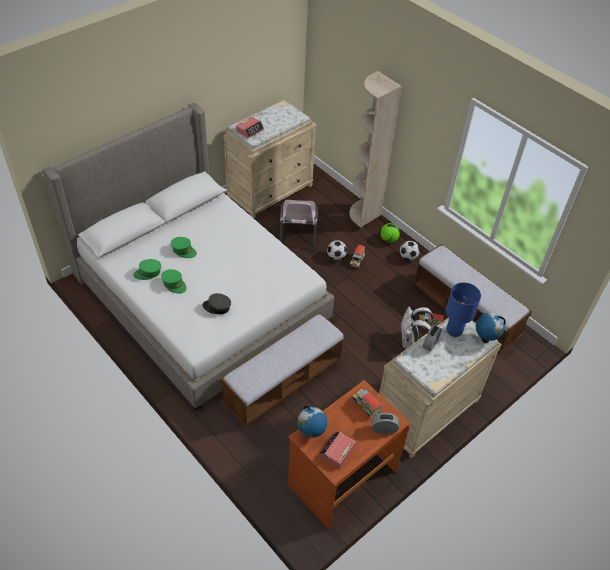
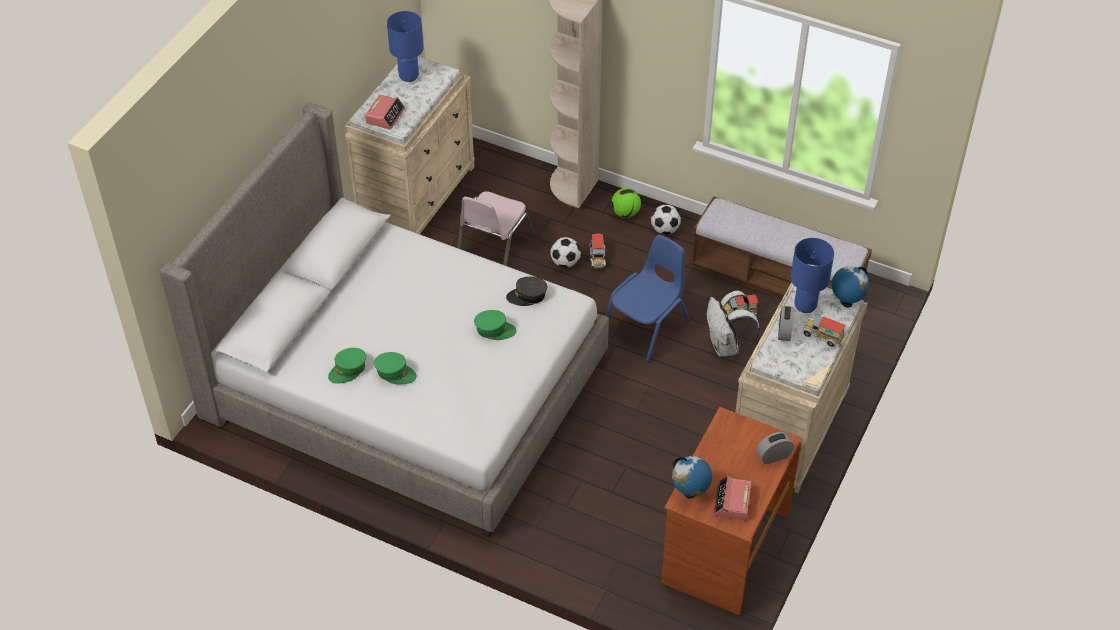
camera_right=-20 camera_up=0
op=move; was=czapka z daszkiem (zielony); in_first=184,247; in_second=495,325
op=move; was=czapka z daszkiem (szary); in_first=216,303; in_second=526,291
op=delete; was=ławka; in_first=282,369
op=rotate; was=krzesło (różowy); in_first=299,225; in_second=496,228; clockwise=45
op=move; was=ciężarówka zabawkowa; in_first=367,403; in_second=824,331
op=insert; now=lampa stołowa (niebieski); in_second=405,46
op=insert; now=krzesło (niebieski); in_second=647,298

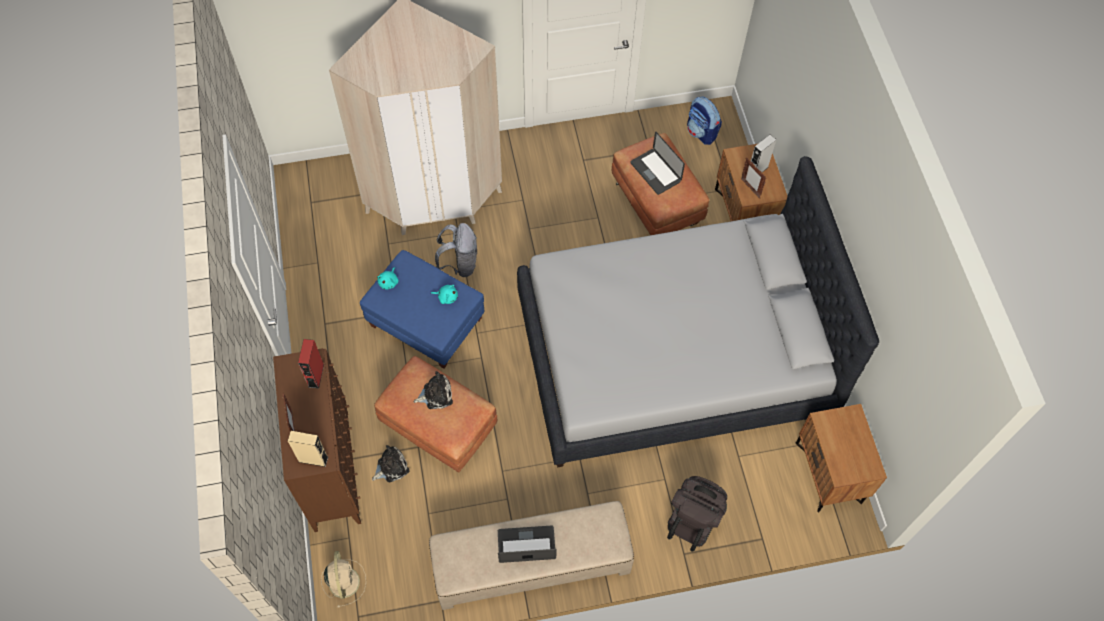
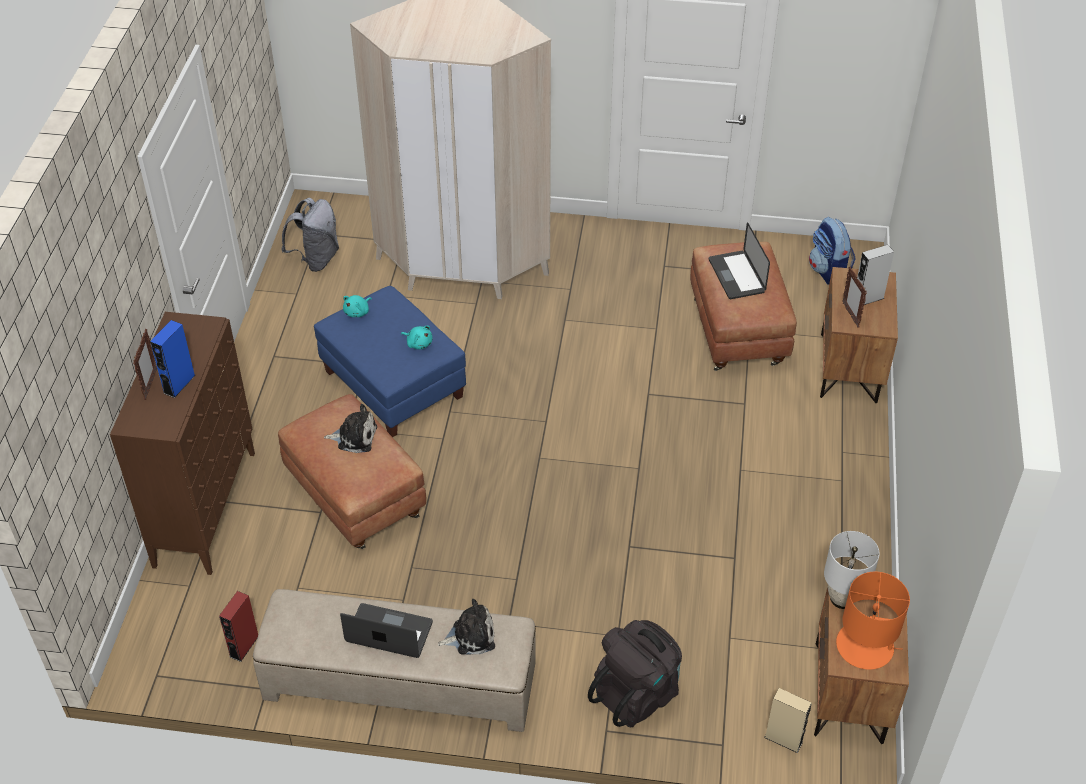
camera_right=20 camera_up=-15
op=move; was=głośnik (beżowy); in_first=308,449; in_second=788,720
op=move; was=głośnik (czerwony); in_first=311,364; in_second=238,626
op=delete; was=wentylator (beżowy); in_first=343,579
op=move; was=pluszak; in_first=391,463; in_second=466,627
op=move; was=plecak (szary); in_first=456,250; in_second=310,235
op=delete; was=łóżko (szary); in_first=698,312
op=insert; now=głośnik (niebieski); in_second=172,359
op=insert; now=lampa stołowa (biały); in_second=852,570
op=insert; now=lampa stołowa (pomarańczowy); in_second=873,621

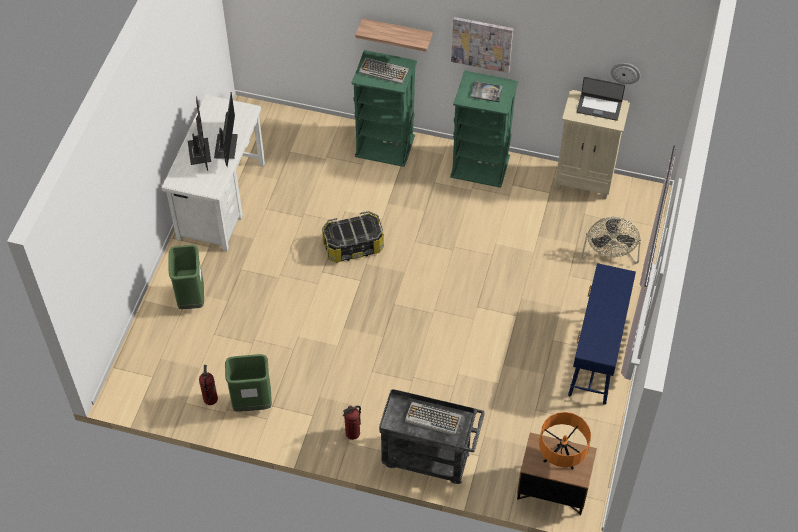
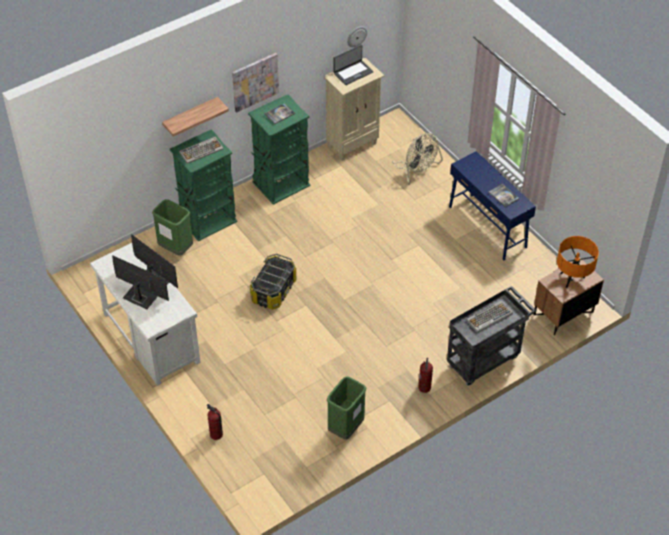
camera_right=-50 camera_up=-5
op=move; was=kosz na śmieci (zielony); in_first=186,277; in_second=172,227
op=move; was=gaśnica; in_first=208,385; in_second=215,422
op=insert; now=książka; in_second=503,195

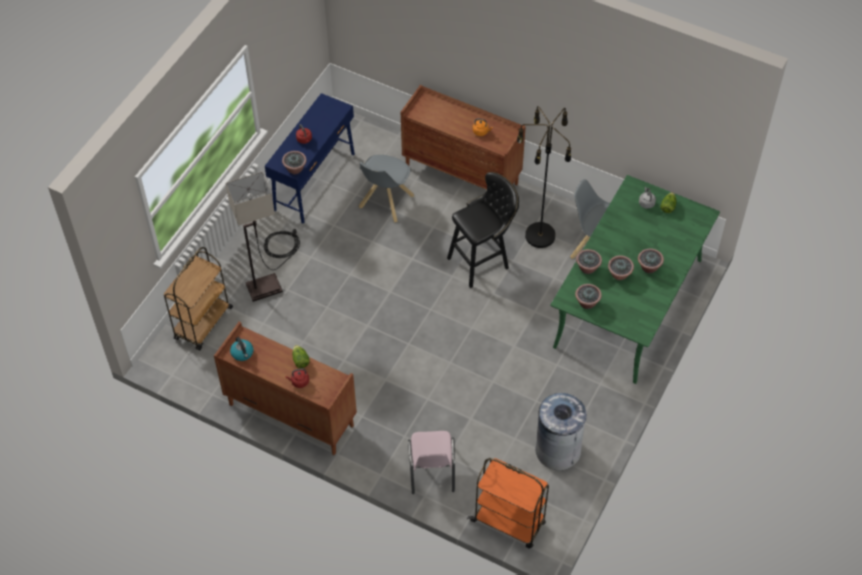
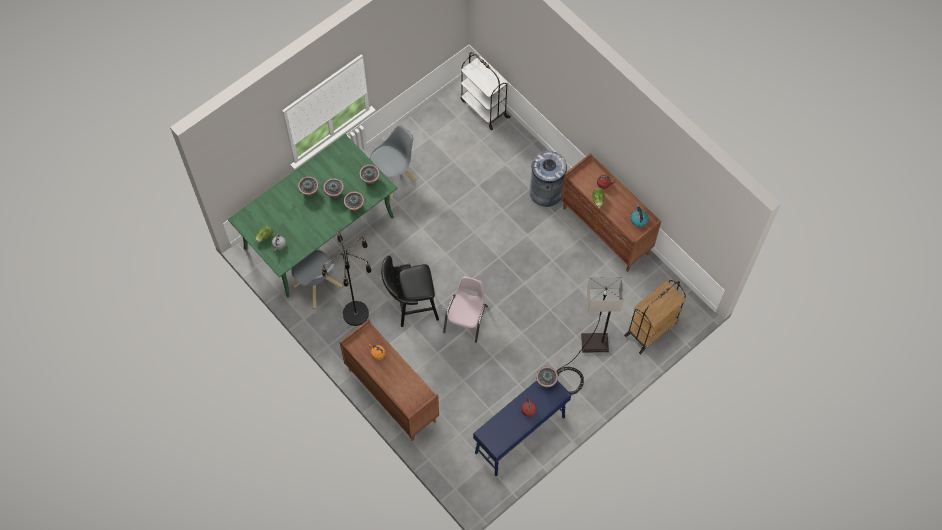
camera_right=-160 camera_up=10
op=move; was=krzesło (szary); in_first=386,189; in_second=393,162
op=move; was=krzesło (różowy); in_first=431,462; in_second=465,309
op=recolor; was=wózek (pomarańczowy); now=wózek (biały); in_first=508,503; in_second=486,91
op=move; was=kosz na śmieci (szary); in_first=561,431; in_second=548,179

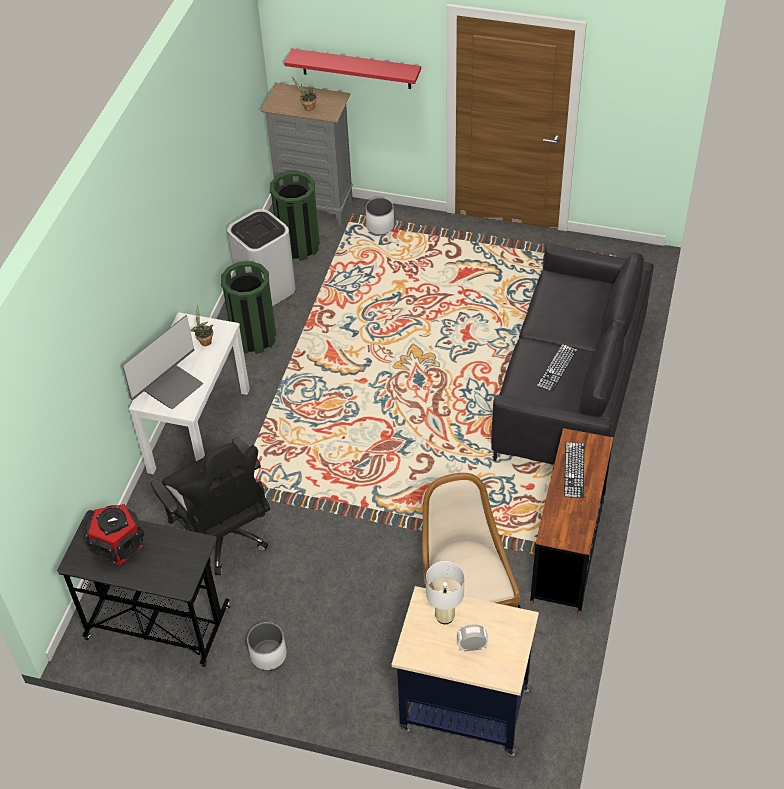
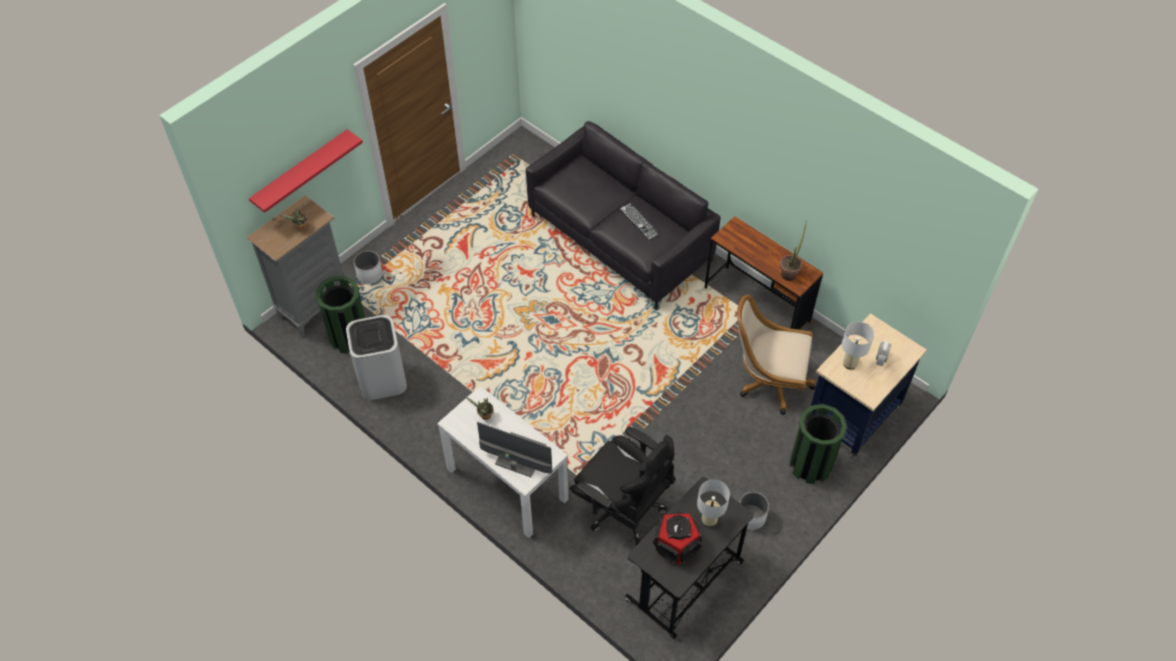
camera_right=-65 camera_up=5
op=rotate; was=monitor; in_first=163,362; in_second=514,449; clockwise=-45
op=rotate; was=krzesło biurowe (czarny); in_first=210,506; in_second=623,486; clockwise=45
op=move; was=kosz na śmieci (zielony); in_first=248,307; in_second=818,444
op=delete; was=klawiatura; in_first=574,470
op=insert; now=lampa stołowa (biały); in_second=713,503
op=insert; now=roślina doniczkowa; in_second=793,250

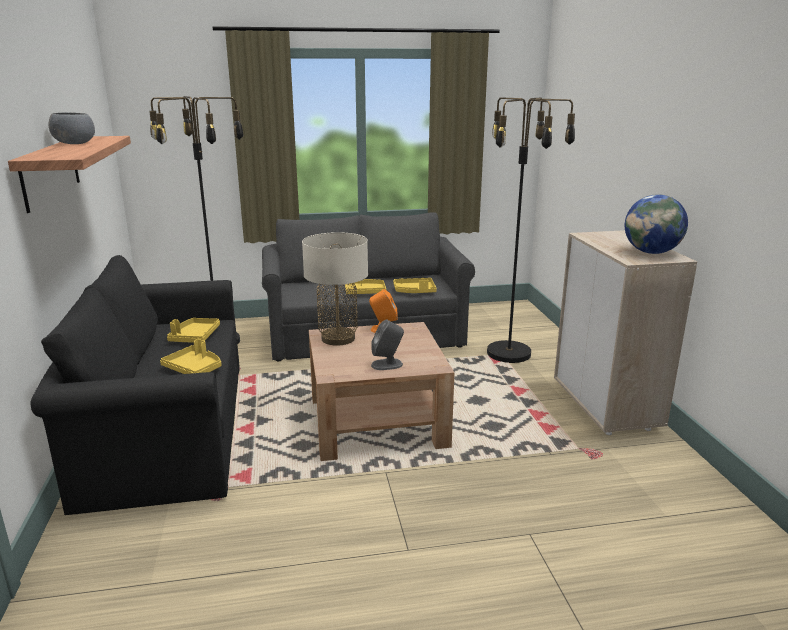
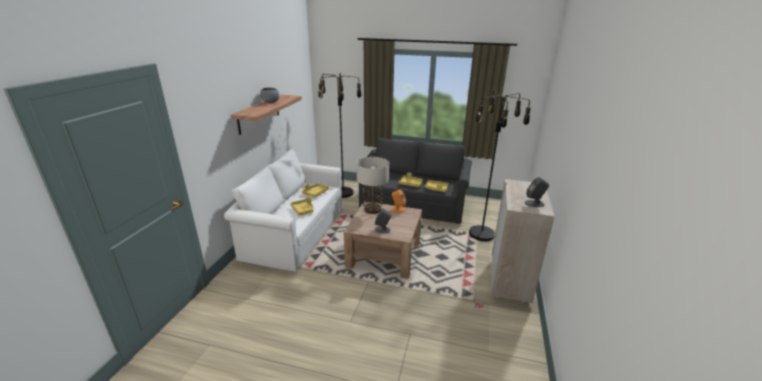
camera_right=25 camera_up=5
op=recolor; was=kanapa (czarny); now=kanapa (biały); in_first=135,385; in_second=283,211
op=replace; was=globus; now=głośnik (szary); in_first=656,224; in_second=536,192

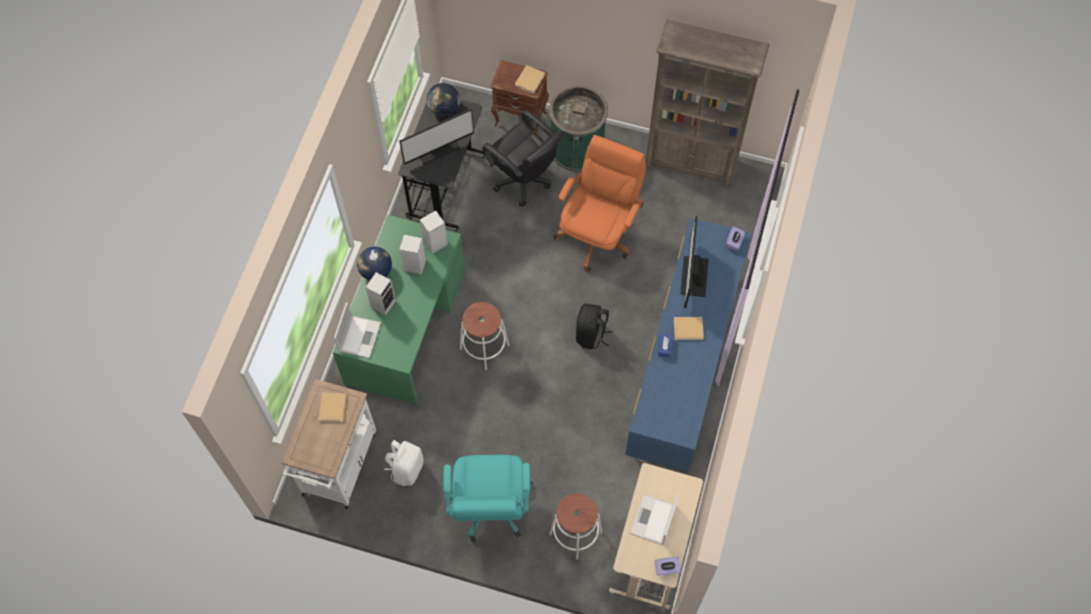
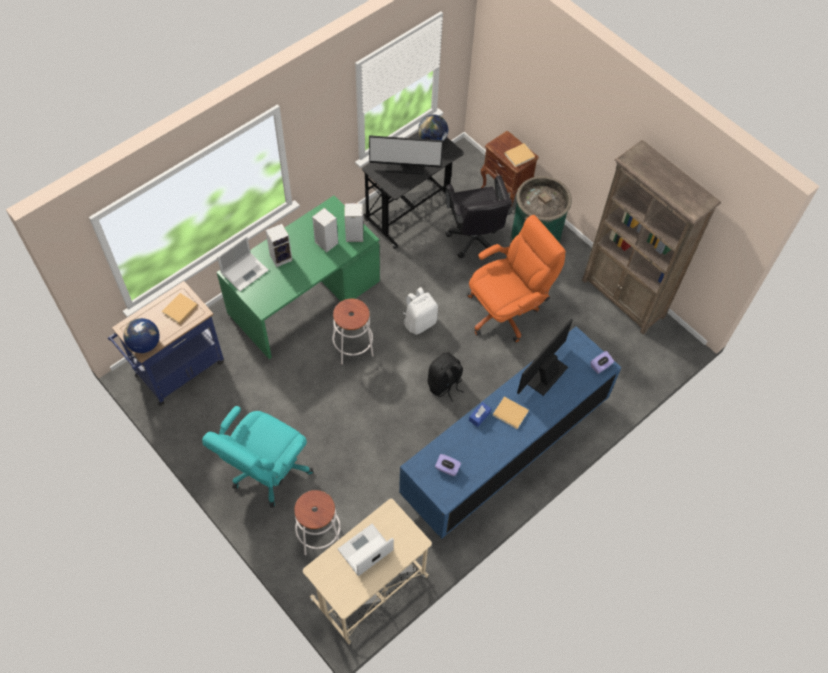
camera_right=30 camera_up=-5
op=recolor; was=wózek (biały); now=wózek (niebieski); in_first=329,444; in_second=166,343
op=move; was=globus; in_first=374,263; in_second=141,335
op=move; was=plecak (biały); in_first=404,463; in_second=420,311
op=move; was=pudełko chusteczek (fioletowy); in_first=668,566; in_second=448,465

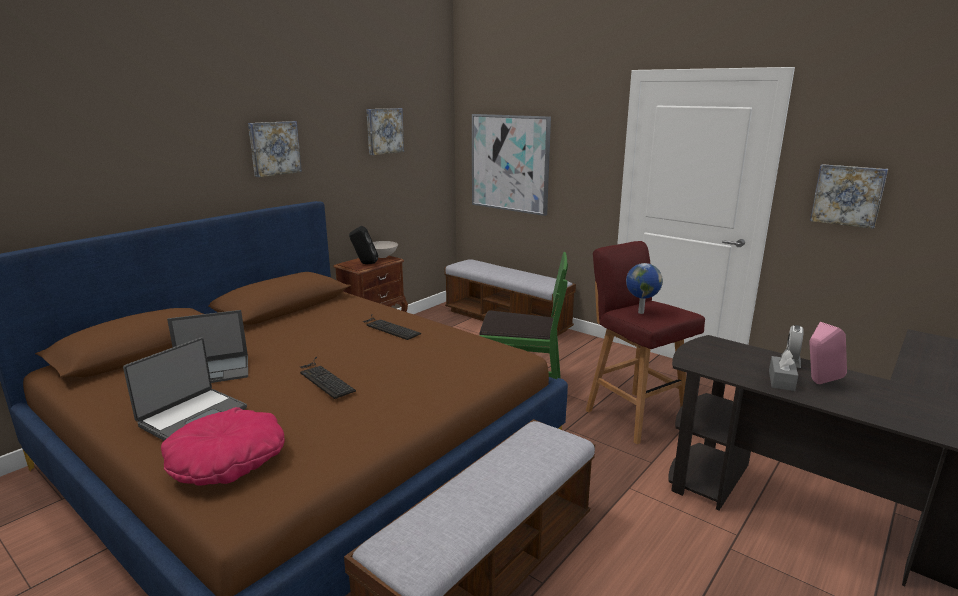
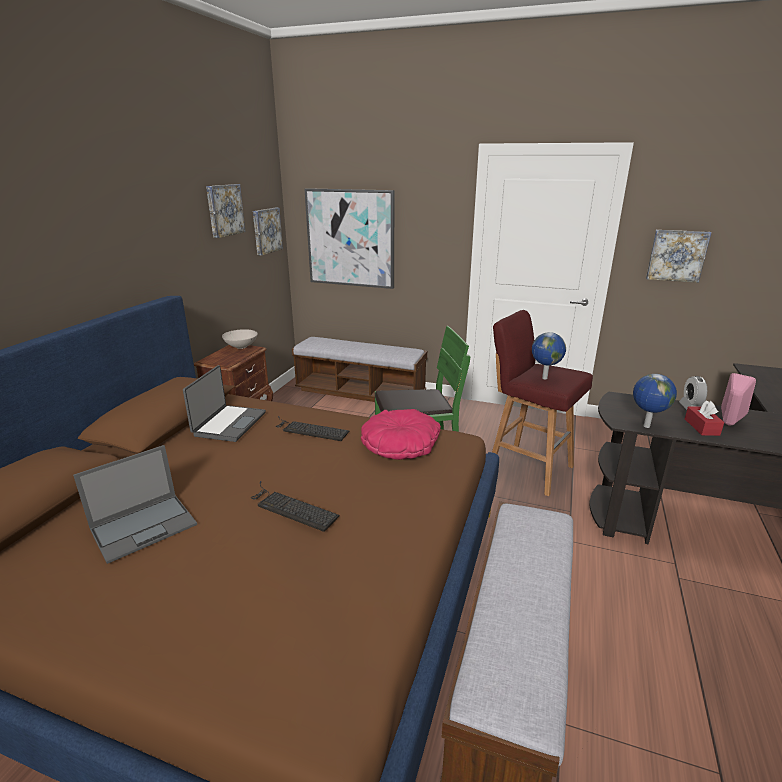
camera_right=-20 camera_up=5
op=move; was=laptop; in_first=185,389; in_second=224,403
op=move; was=poduszka (różowy); in_first=223,446; in_second=401,434
op=move; was=obraz; in_first=275,149; in_second=268,231
op=delete; was=głośnik (czarny); in_first=363,245
op=recolor; was=pudełko chusteczek (szary); now=pudełko chusteczek (czerwony); in_first=783,370; in_second=704,418
op=insert; now=globus; in_second=655,401

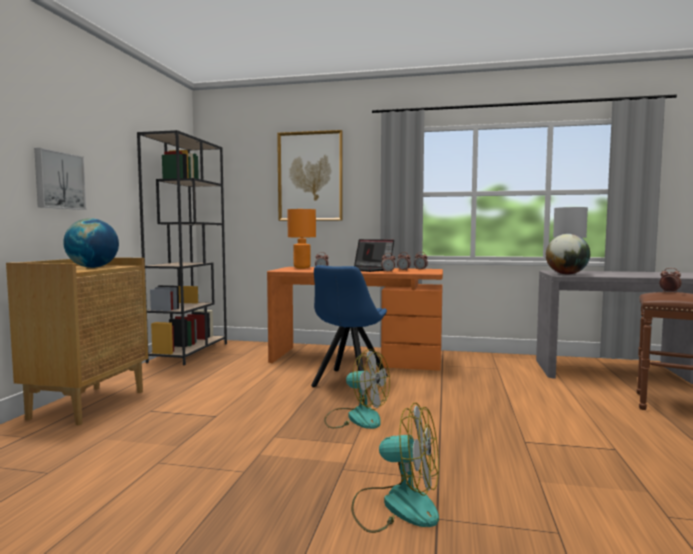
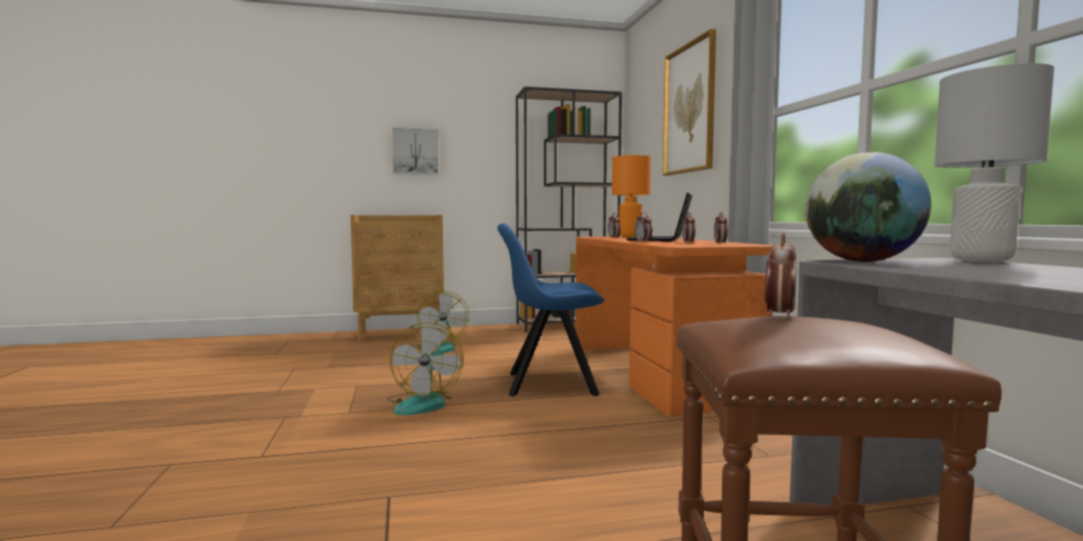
camera_right=65 camera_up=0
op=delete; was=globus; in_first=91,243
op=move; was=wentylator; in_first=395,468; in_second=441,322

